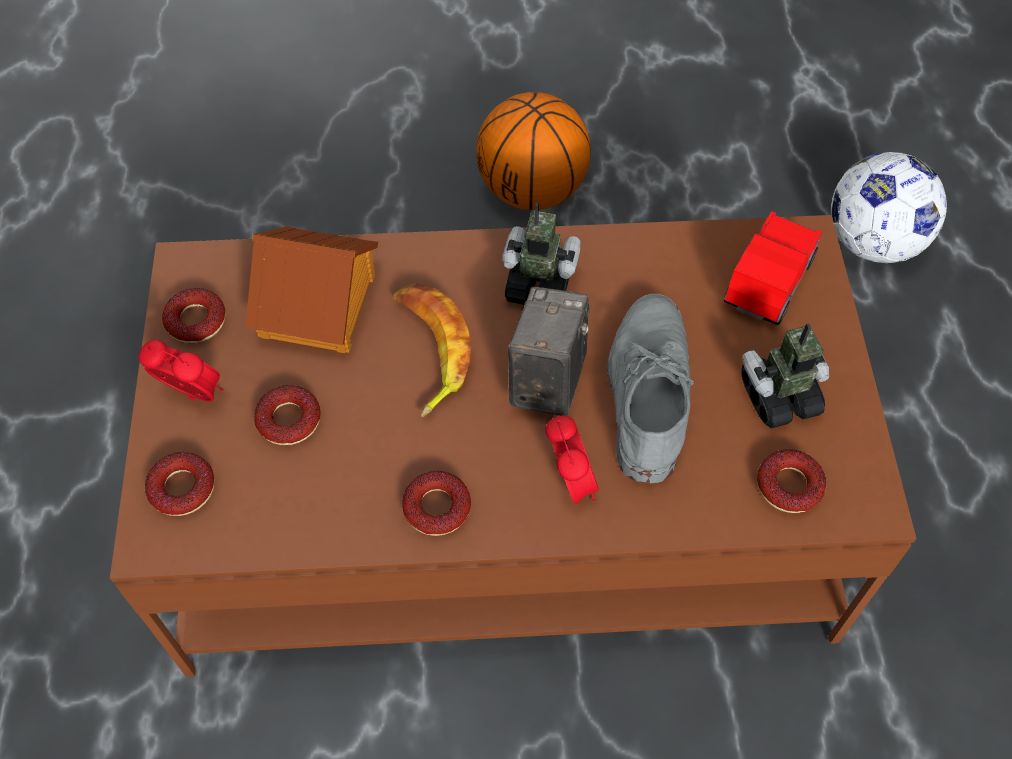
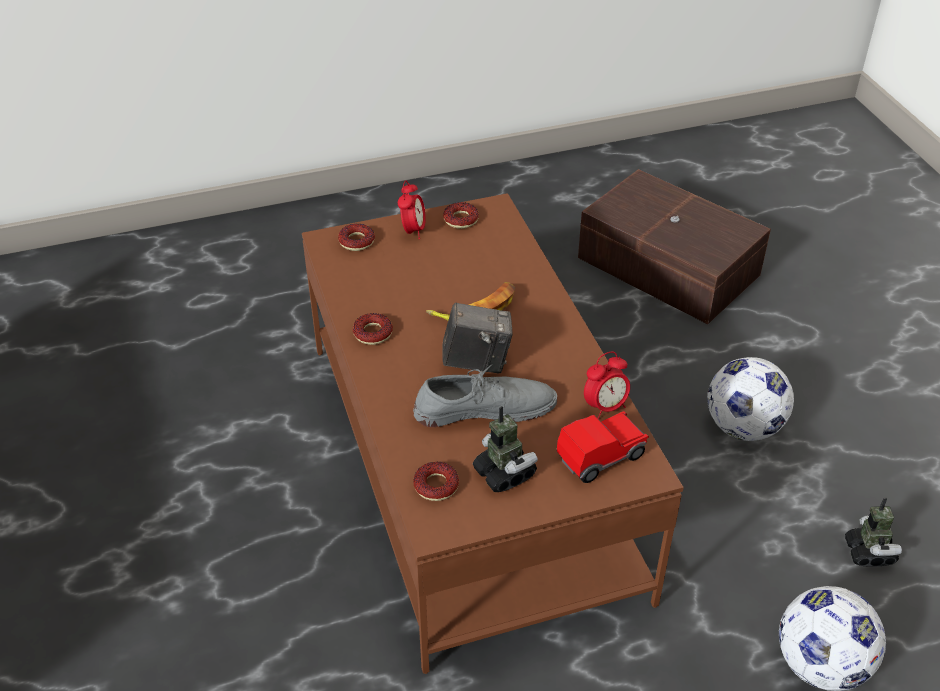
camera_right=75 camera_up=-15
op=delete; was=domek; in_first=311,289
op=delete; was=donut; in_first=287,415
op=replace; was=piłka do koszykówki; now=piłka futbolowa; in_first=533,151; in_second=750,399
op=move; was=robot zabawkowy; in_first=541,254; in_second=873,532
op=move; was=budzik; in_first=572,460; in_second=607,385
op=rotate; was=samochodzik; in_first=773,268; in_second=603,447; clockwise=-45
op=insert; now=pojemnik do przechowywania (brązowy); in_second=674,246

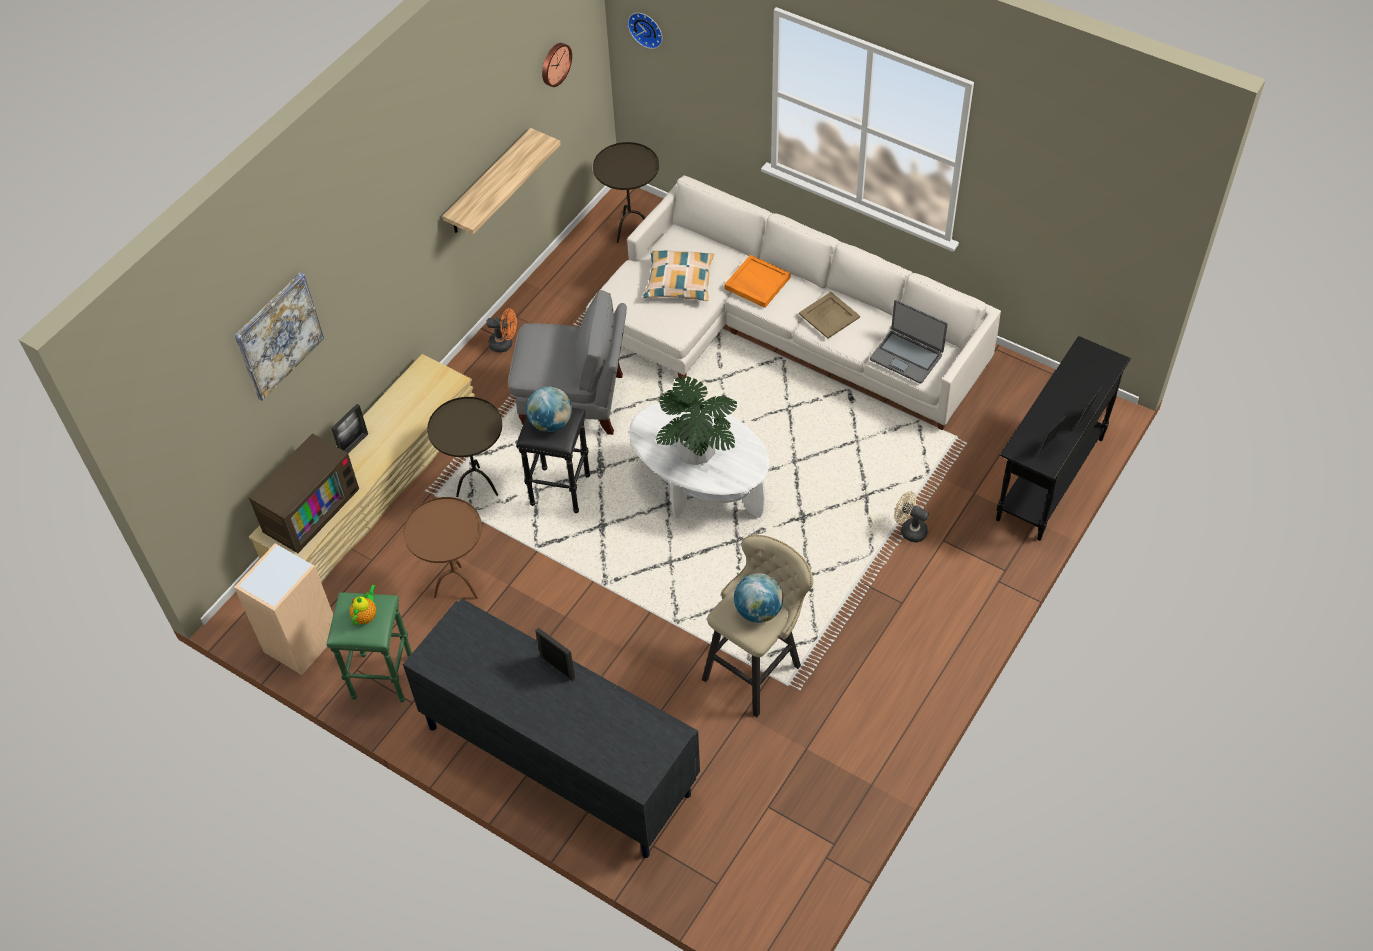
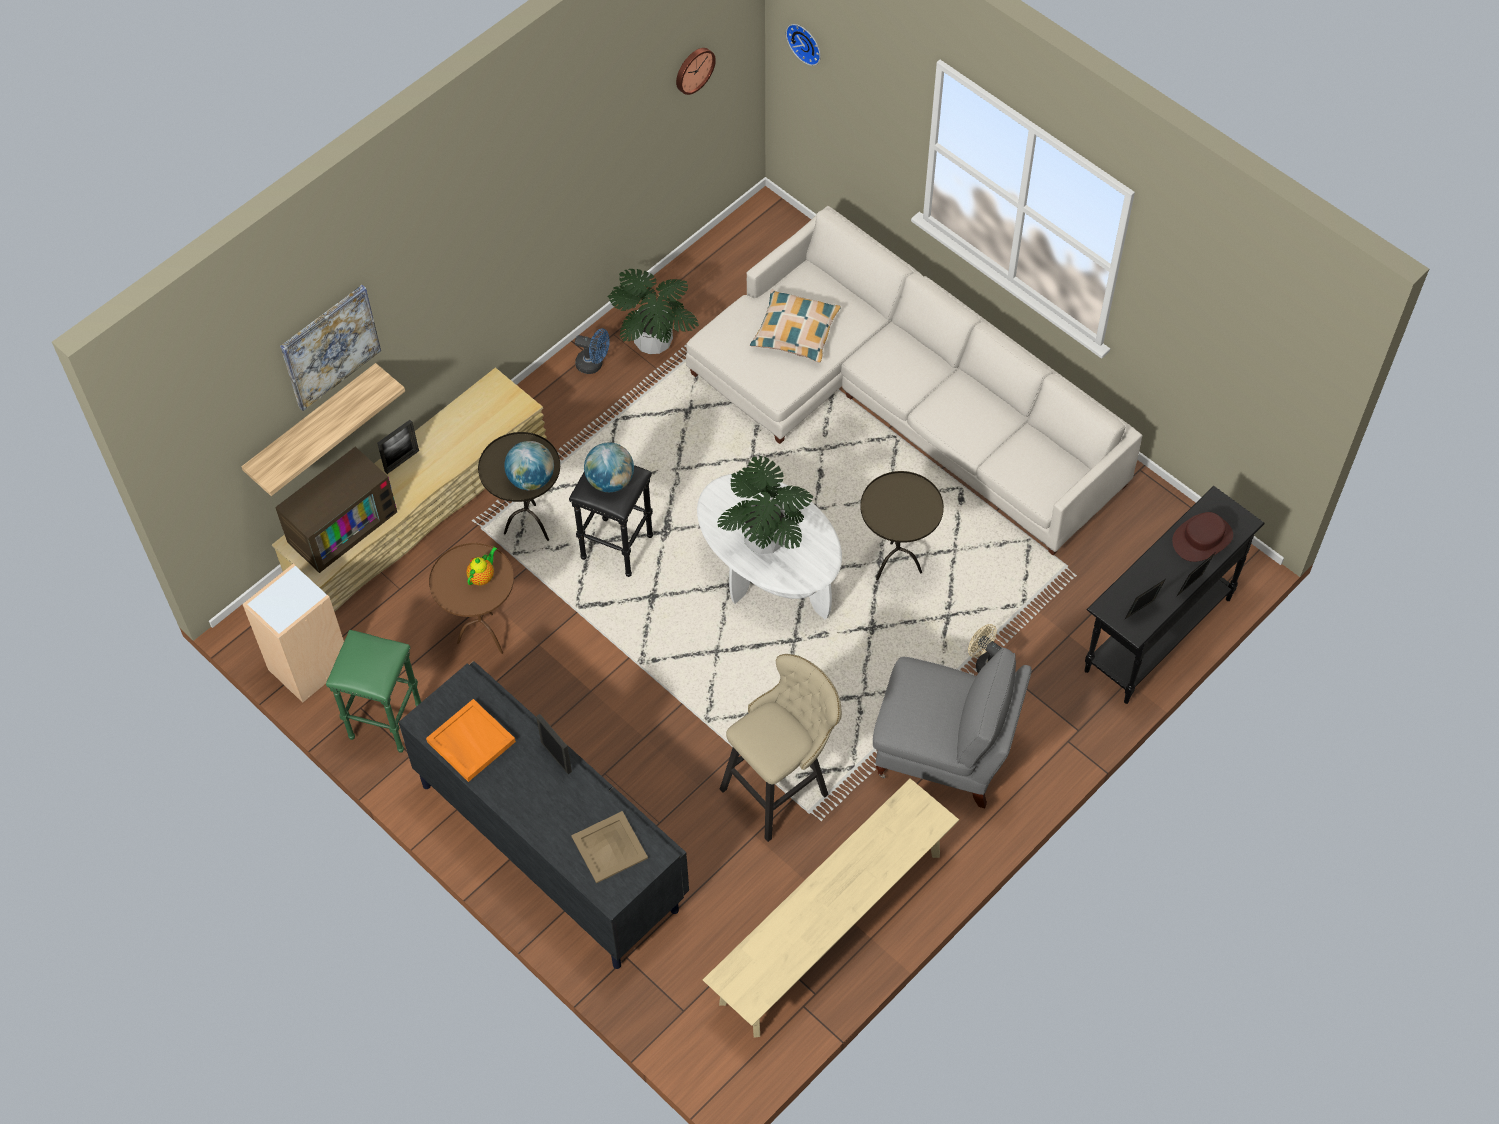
camera_right=10 camera_up=5
op=move; was=imbryk; in_first=363,604; in_second=481,566
op=move; was=półka; in_first=502,181; in_second=323,429
op=recolor; was=wentylator (pomarańczowy); now=wentylator (niebieski); in_first=501,330; in_second=592,351
op=move; was=fotel (szary); in_first=567,362; in_second=952,728
op=move; was=stolik (brązowy); in_first=626,192; in_second=902,525
op=move; was=taca (pomarańczowy); in_first=757,281; in_second=471,740
op=move; was=globus; in_first=758,598; in_second=529,465
op=move; was=taca (beżowy); in_first=829,315; in_second=609,847
op=delete; was=laptop; in_first=909,342
op=insert; now=roślina doniczkowa; in_second=653,311
op=insert; now=ławka (beżowy); in_second=831,908
op=insert; now=kapelusz (brązowy); in_second=1202,537

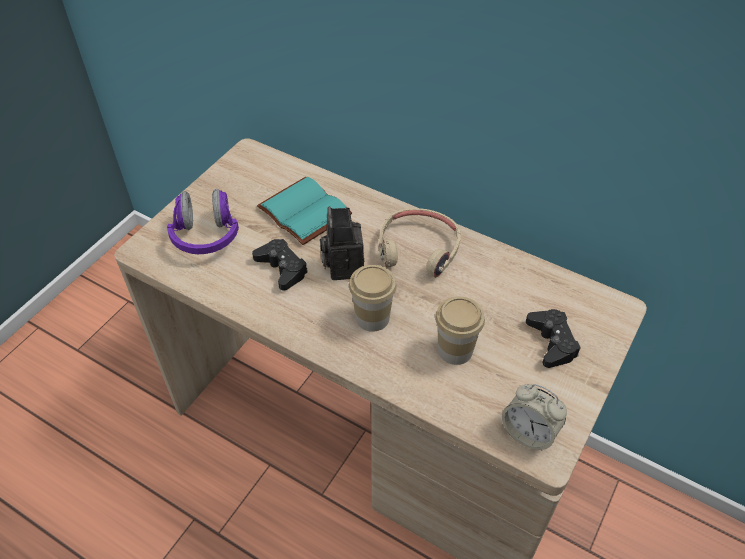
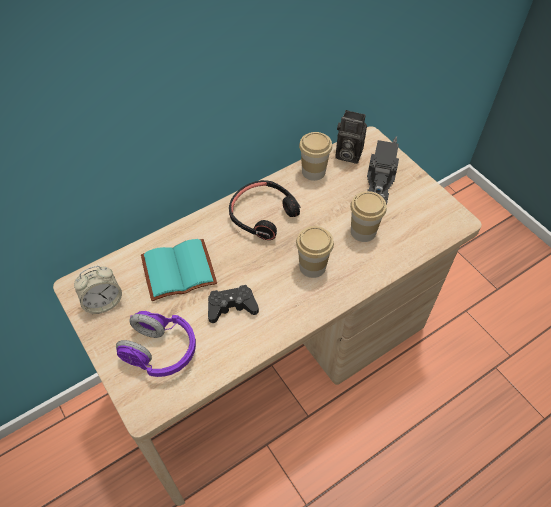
camera_right=-65 camera_up=5
op=move; was=aparat fotograficzny; in_first=342,243; in_second=351,137
op=recolor; was=słuchawki (beżowy); now=słuchawki (czarny); in_first=420,243; in_second=264,210
op=move; was=budzik; in_first=534,417; in_second=98,290
op=replace; was=pad do gier (czarny); now=ciężarówka zabawkowa; in_first=553,338; in_second=383,171
op=insert; now=filiżanka; in_second=315,156

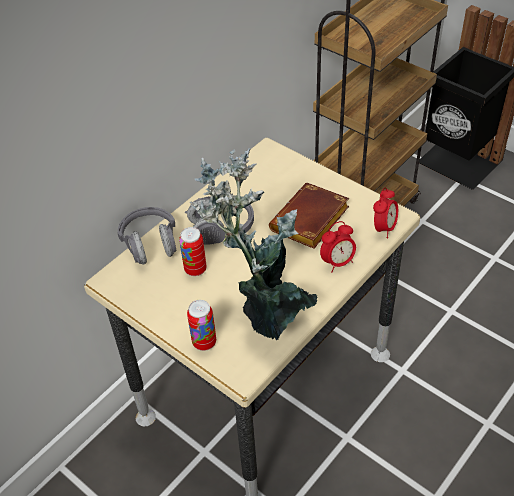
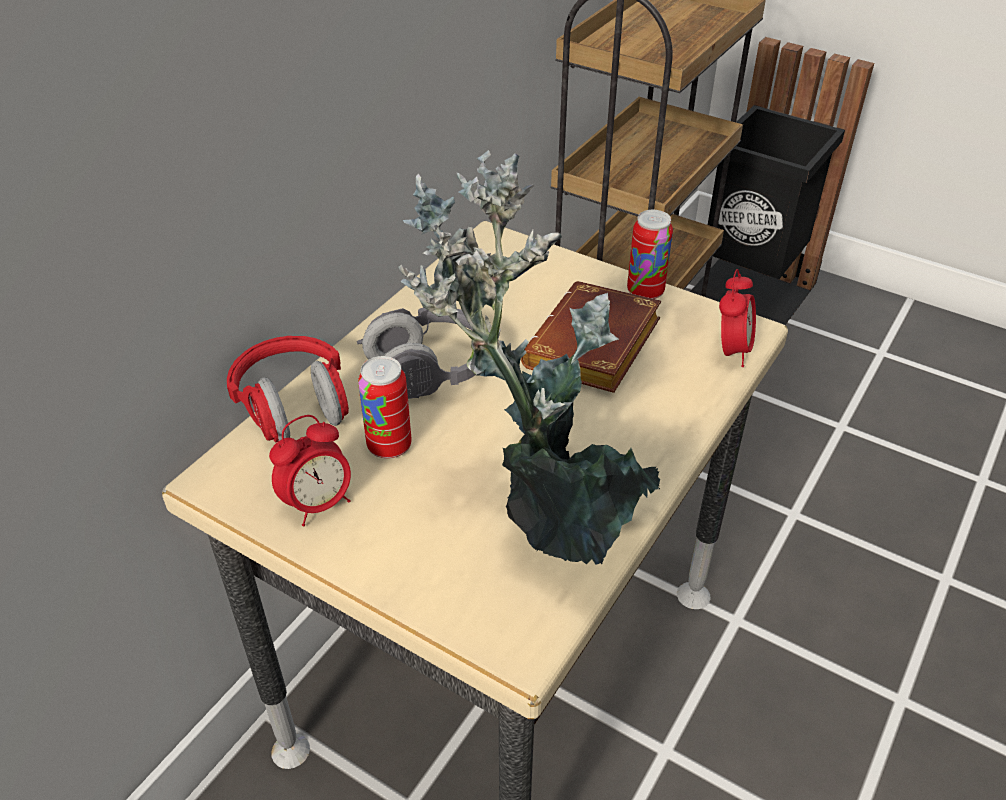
camera_right=-10 camera_up=-5
op=recolor; was=słuchawki (szary); now=słuchawki (czerwony); in_first=146,235; in_second=288,389
op=move; was=puszka; in_first=201,325; in_second=650,254
op=move; was=budzik; in_first=338,246; in_second=310,470

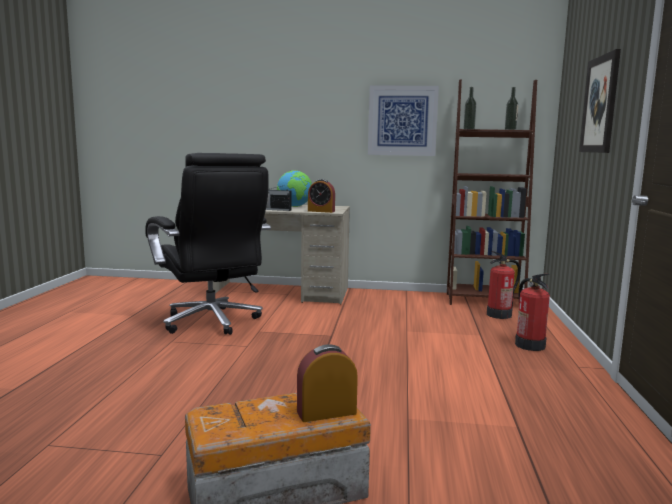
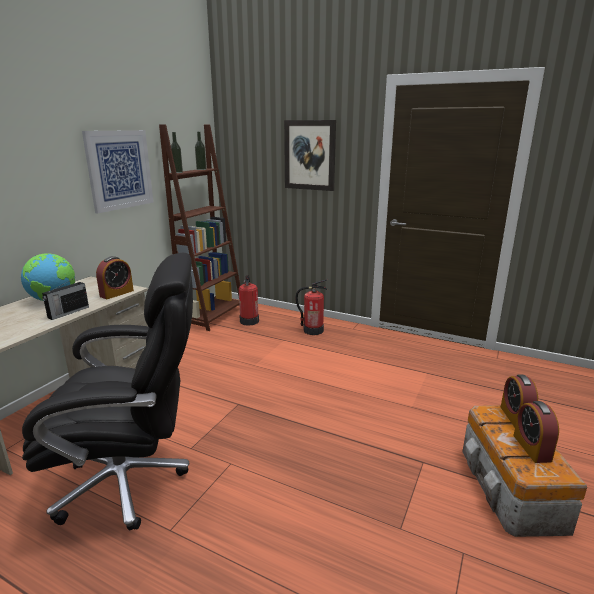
camera_right=-70 camera_up=10
op=insert; now=budzik; in_second=536,432

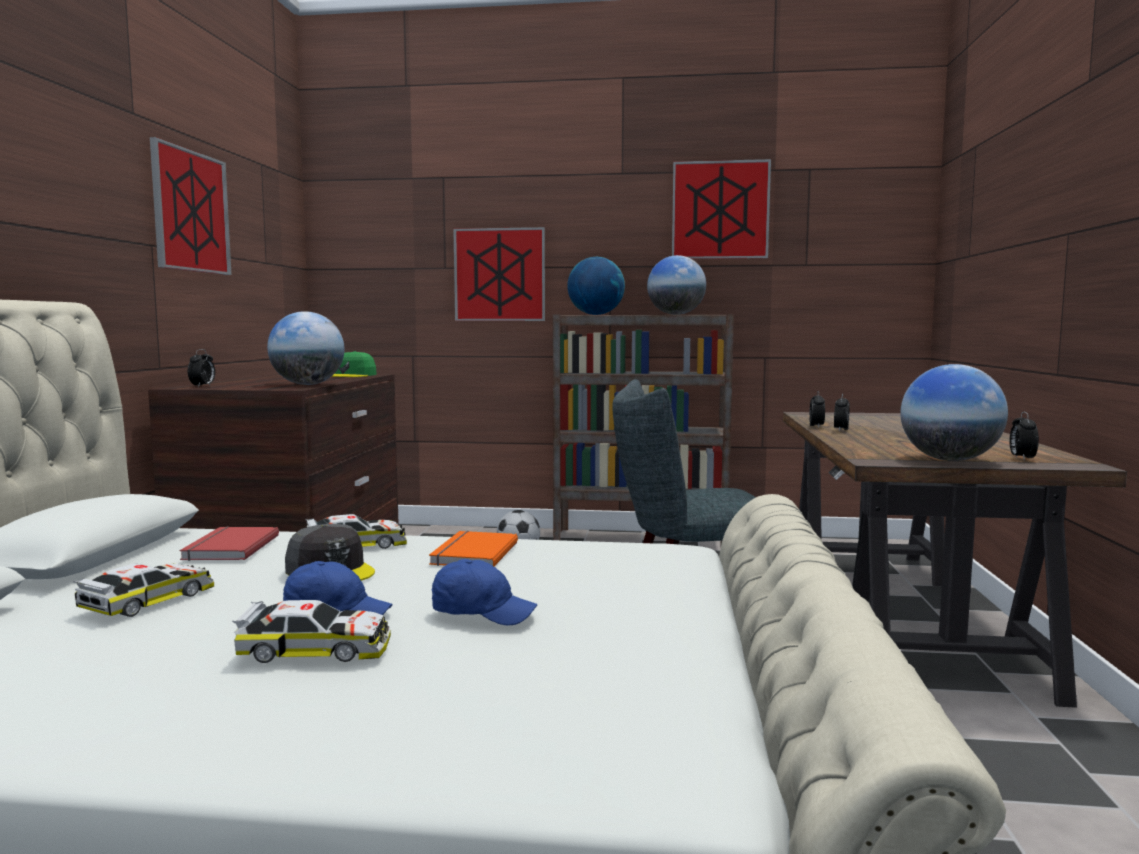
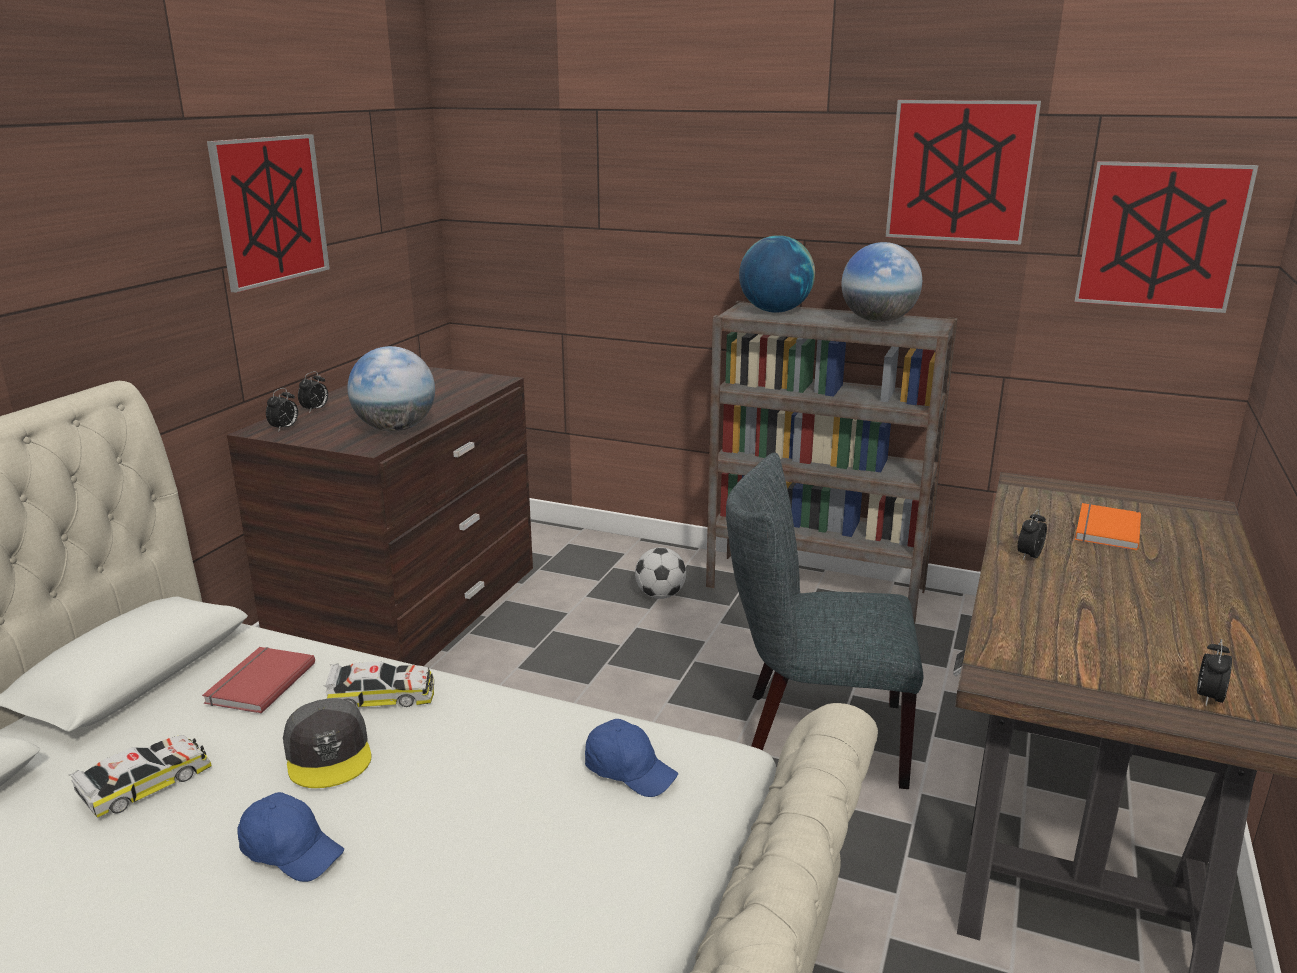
camera_right=15 camera_up=15
op=delete; was=samochodzik; in_first=311,631
op=delete; was=czapka z daszkiem (zielony); in_first=354,364
op=move; was=książka (pomarańczowy); in_first=473,548; in_second=1108,527
op=move; was=czapka z daszkiem (niebieski); in_first=484,592; in_second=631,758
op=move; was=obraz; in_first=499,274; in_second=1166,237
op=move; was=budzik; in_first=817,409; in_second=313,392
op=delete; was=globus; in_first=954,412

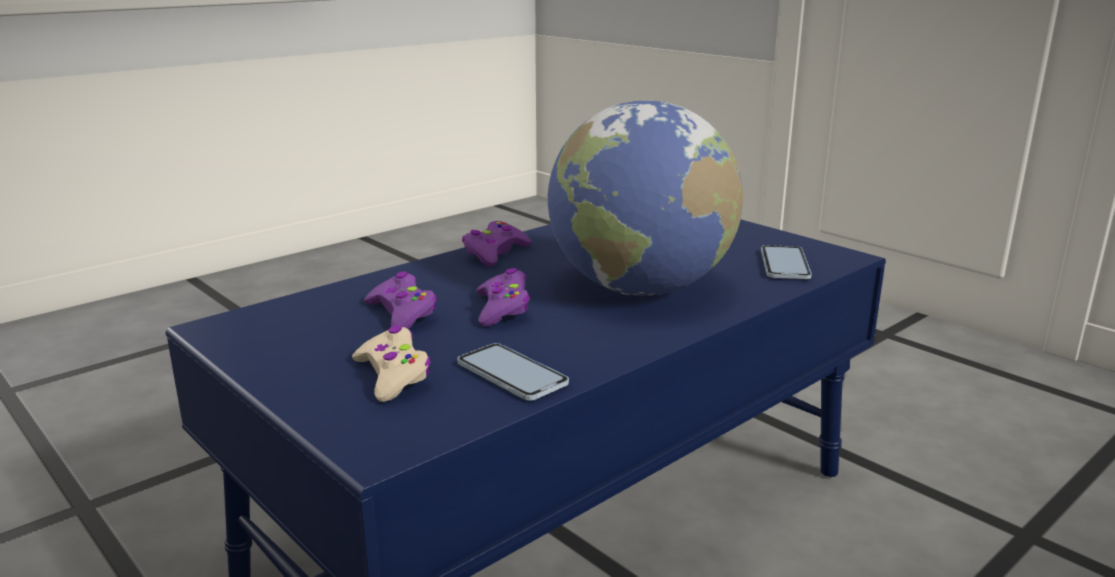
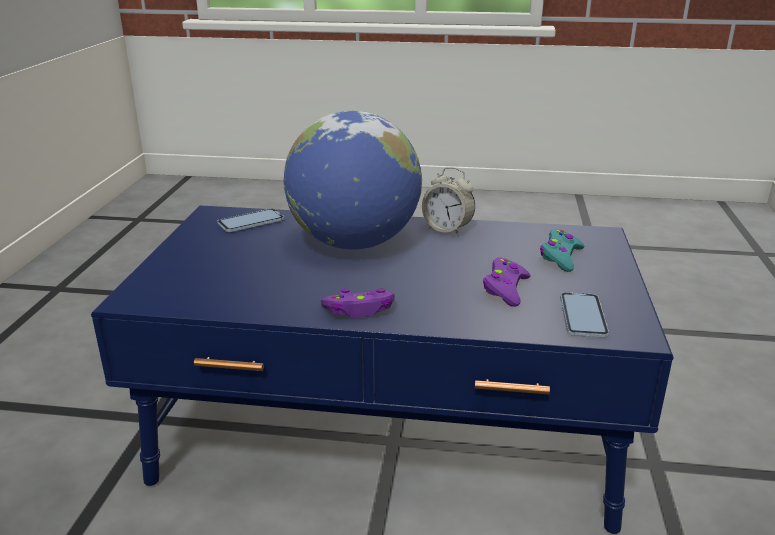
camera_right=-130 camera_up=5
op=recolor; was=pad do gier (beżowy); now=pad do gier (turkusowy); in_first=391,363; in_second=562,250
op=move; was=telefon; in_first=513,372; in_second=584,315
op=delete; was=pad do gier (fioletowy); in_first=503,297
op=insert; now=budzik; in_second=448,201

